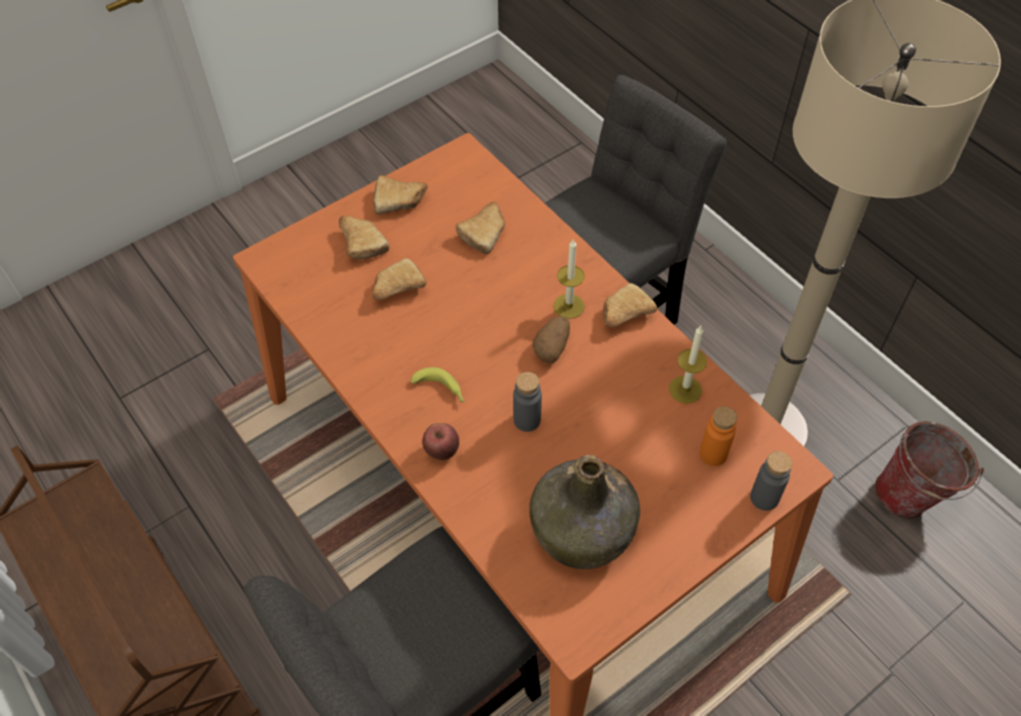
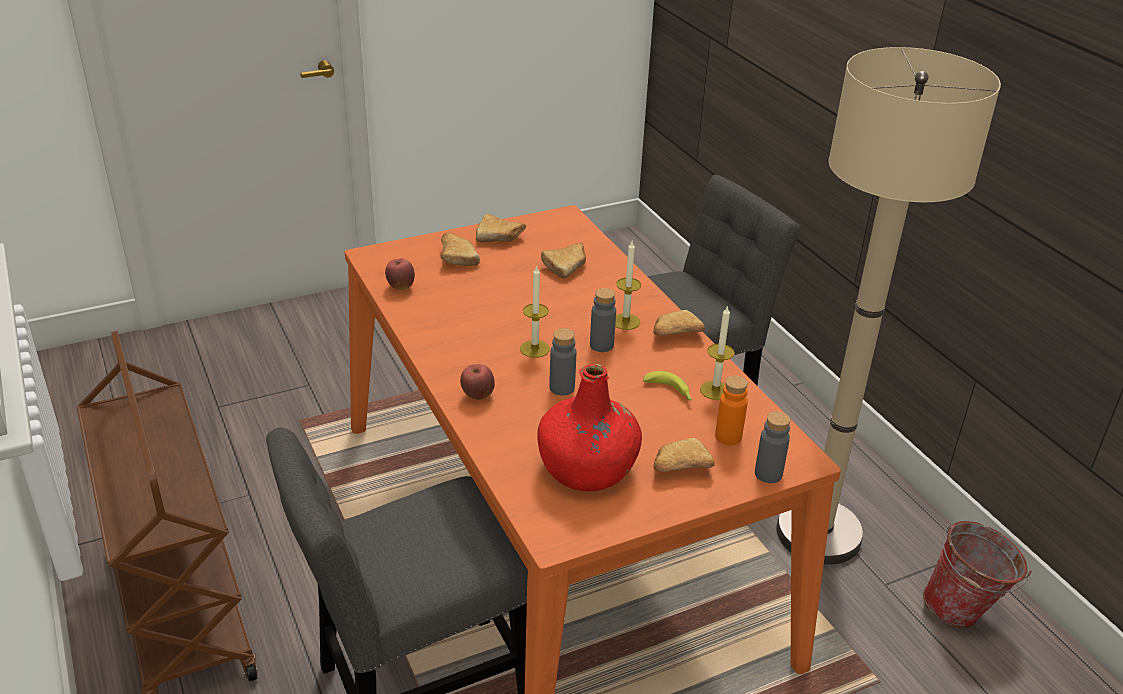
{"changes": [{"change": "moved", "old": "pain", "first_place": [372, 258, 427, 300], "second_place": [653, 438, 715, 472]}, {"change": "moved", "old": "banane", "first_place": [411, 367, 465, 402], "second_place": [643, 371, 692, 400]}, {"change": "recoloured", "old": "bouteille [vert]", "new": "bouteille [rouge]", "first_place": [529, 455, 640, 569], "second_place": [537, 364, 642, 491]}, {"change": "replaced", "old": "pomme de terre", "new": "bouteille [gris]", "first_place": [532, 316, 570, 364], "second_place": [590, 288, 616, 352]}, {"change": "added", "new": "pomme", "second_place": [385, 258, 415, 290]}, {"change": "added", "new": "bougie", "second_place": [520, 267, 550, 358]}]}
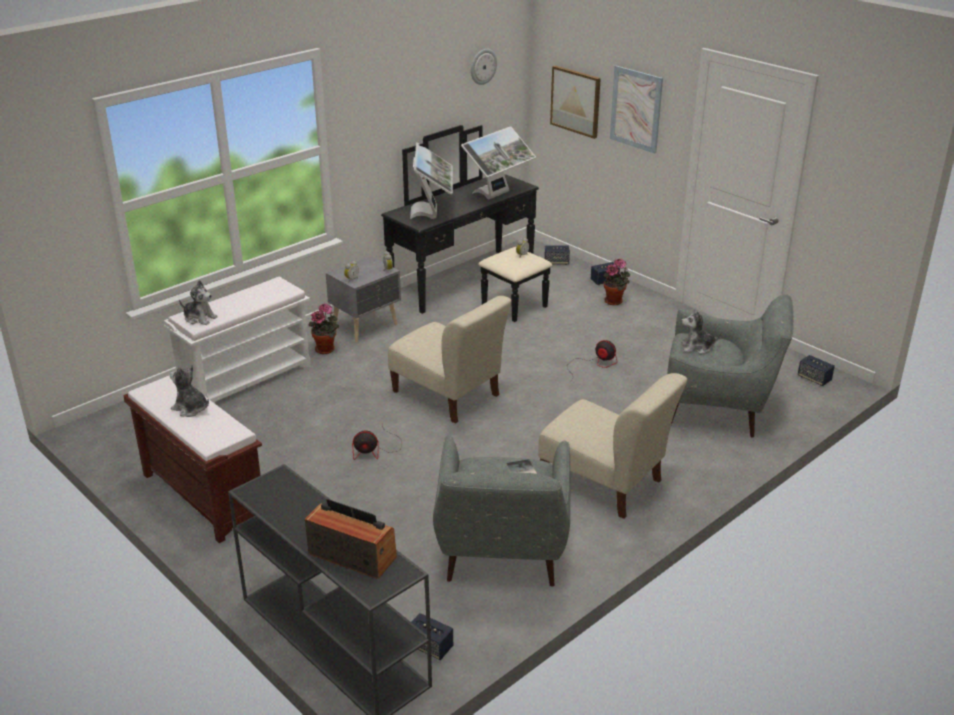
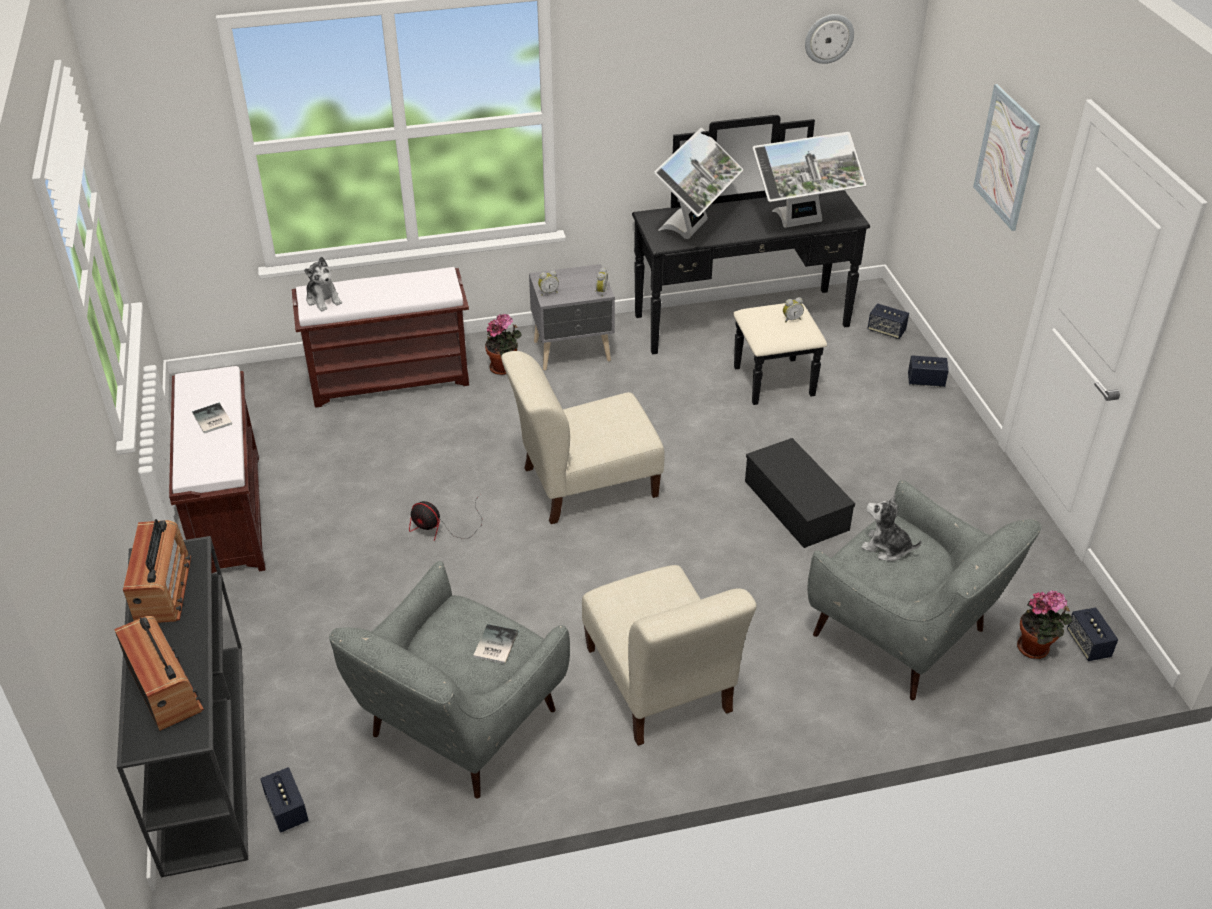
{"changes": [{"change": "recoloured", "old": "banc [blanc]", "new": "banc [marron]", "first_place": [164, 277, 311, 403], "second_place": [292, 267, 469, 408]}, {"change": "replaced", "old": "peluche", "new": "livre", "first_place": [170, 364, 209, 417], "second_place": [192, 403, 232, 434]}, {"change": "turned", "old": "chaise [beige]", "first_place": [388, 296, 512, 423], "second_place": [501, 351, 664, 524], "degrees": 90}, {"change": "removed", "old": "tableau", "first_place": [550, 65, 601, 139]}, {"change": "replaced", "old": "ventilateur", "new": "boîte de rangement [noir]", "first_place": [570, 340, 617, 382], "second_place": [745, 438, 855, 548]}, {"change": "moved", "old": "plante en pot", "first_place": [603, 259, 630, 305], "second_place": [1017, 590, 1072, 659]}, {"change": "added", "new": "radio", "second_place": [123, 519, 191, 623]}]}
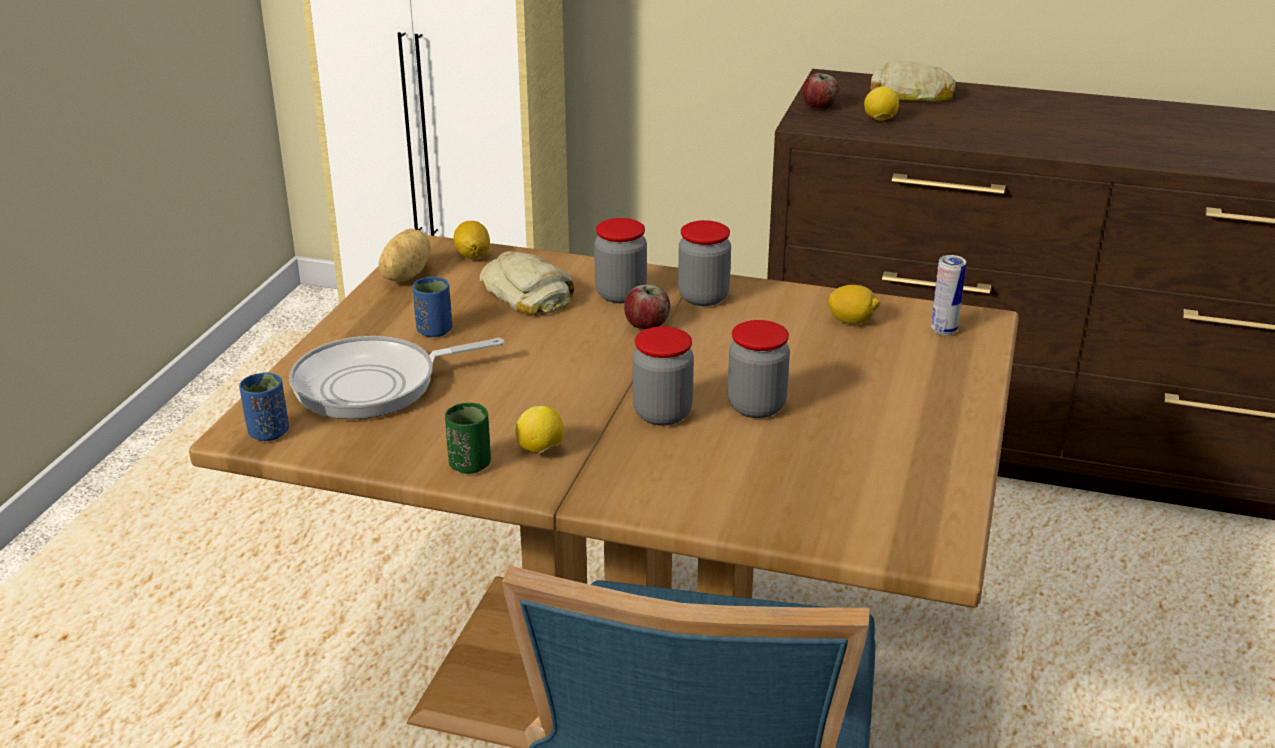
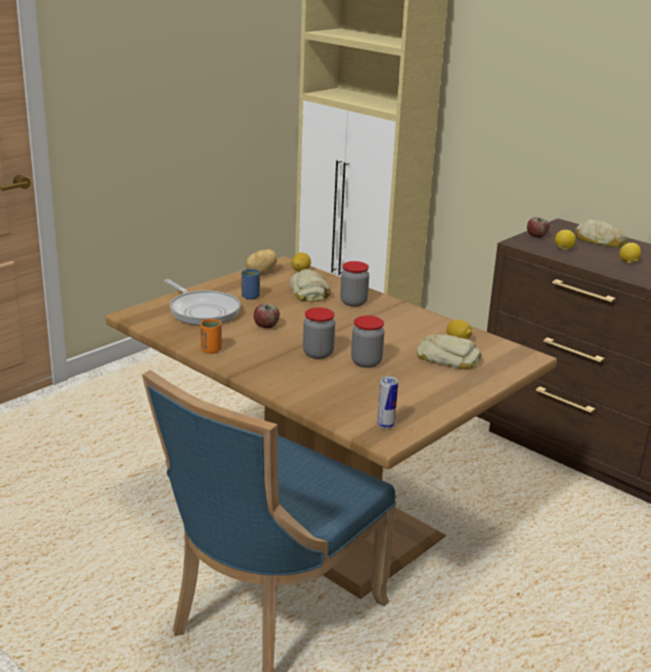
{"changes": [{"change": "removed", "old": "tasse [bleu]", "first_place": [239, 373, 289, 441]}, {"change": "turned", "old": "poêle", "first_place": [289, 336, 504, 419], "second_place": [164, 279, 241, 325], "degrees": -135}, {"change": "recoloured", "old": "tasse [vert]", "new": "tasse [orange]", "first_place": [445, 403, 491, 474], "second_place": [200, 319, 222, 354]}, {"change": "moved", "old": "citron", "first_place": [515, 406, 564, 454], "second_place": [619, 243, 641, 263]}, {"change": "moved", "old": "pomme", "first_place": [624, 285, 670, 329], "second_place": [254, 304, 280, 328]}, {"change": "removed", "old": "bocal", "first_place": [678, 220, 731, 306]}, {"change": "moved", "old": "boîte métallique", "first_place": [931, 255, 966, 335], "second_place": [377, 376, 398, 429]}, {"change": "added", "new": "pain", "second_place": [417, 335, 481, 370]}]}
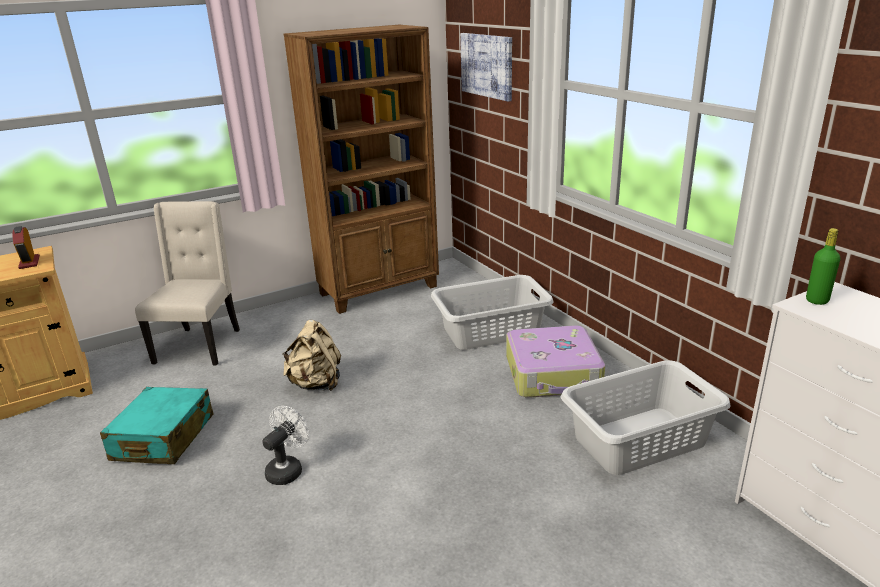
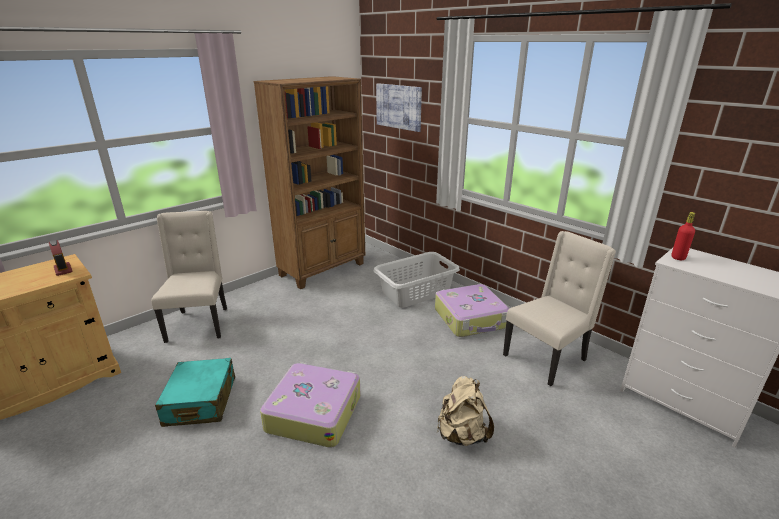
{"changes": [{"change": "replaced", "old": "ventilateur [blanc]", "new": "valise", "first_place": [262, 406, 309, 485], "second_place": [260, 362, 361, 448]}, {"change": "moved", "old": "sac à dos [beige]", "first_place": [282, 320, 341, 391], "second_place": [437, 376, 494, 446]}, {"change": "replaced", "old": "panier à linge [gris]", "new": "chaise [beige]", "first_place": [561, 360, 731, 475], "second_place": [503, 231, 616, 386]}, {"change": "recoloured", "old": "bouteille [vert]", "new": "bouteille [rouge]", "first_place": [806, 228, 840, 305], "second_place": [671, 212, 695, 260]}]}
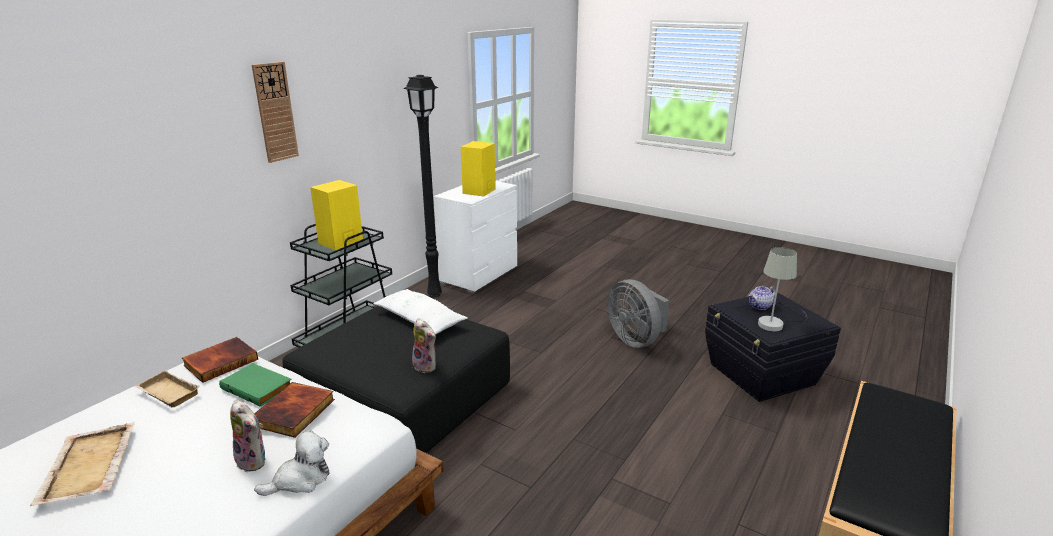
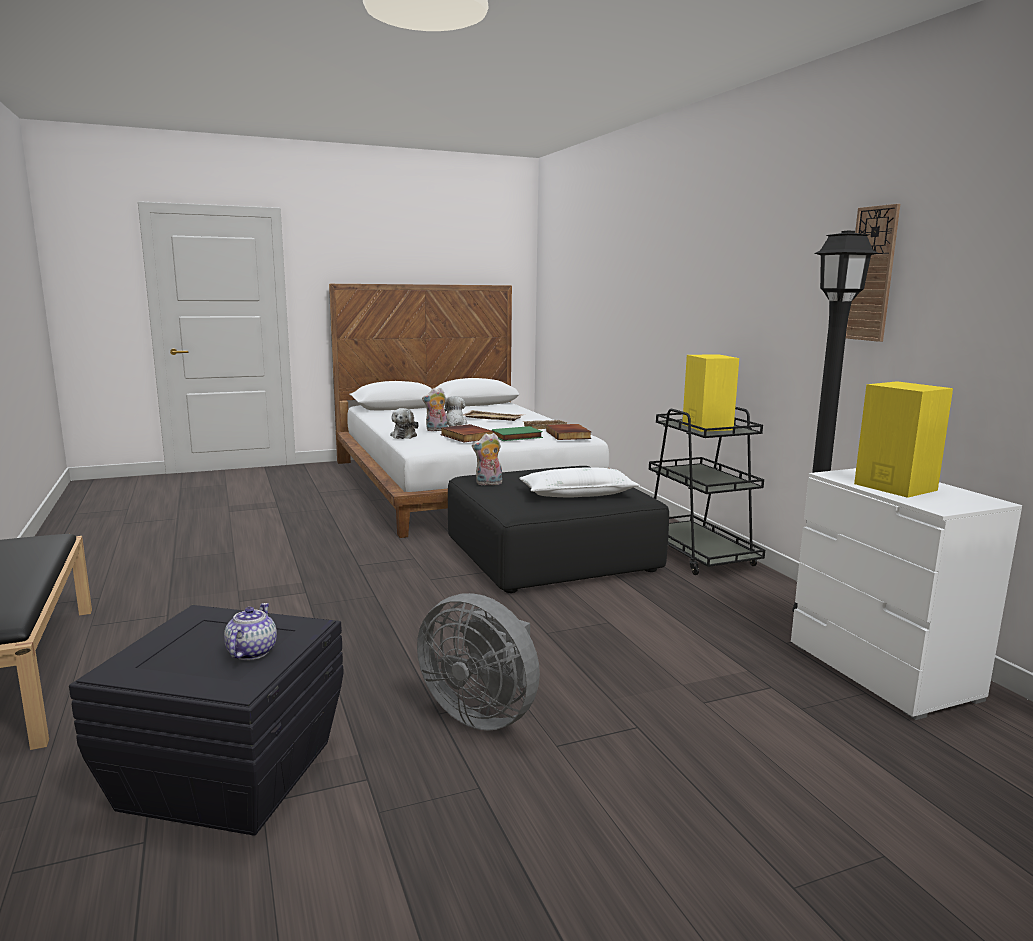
{"changes": [{"change": "moved", "old": "horloge murale", "first_place": [252, 62, 299, 163], "second_place": [846, 204, 900, 342]}, {"change": "turned", "old": "ventilateur [gris]", "first_place": [607, 279, 669, 348], "second_place": [417, 593, 540, 731], "degrees": -150}, {"change": "removed", "old": "lampe de table [gris]", "first_place": [758, 247, 808, 332]}, {"change": "added", "new": "peluche", "second_place": [444, 396, 467, 427]}]}
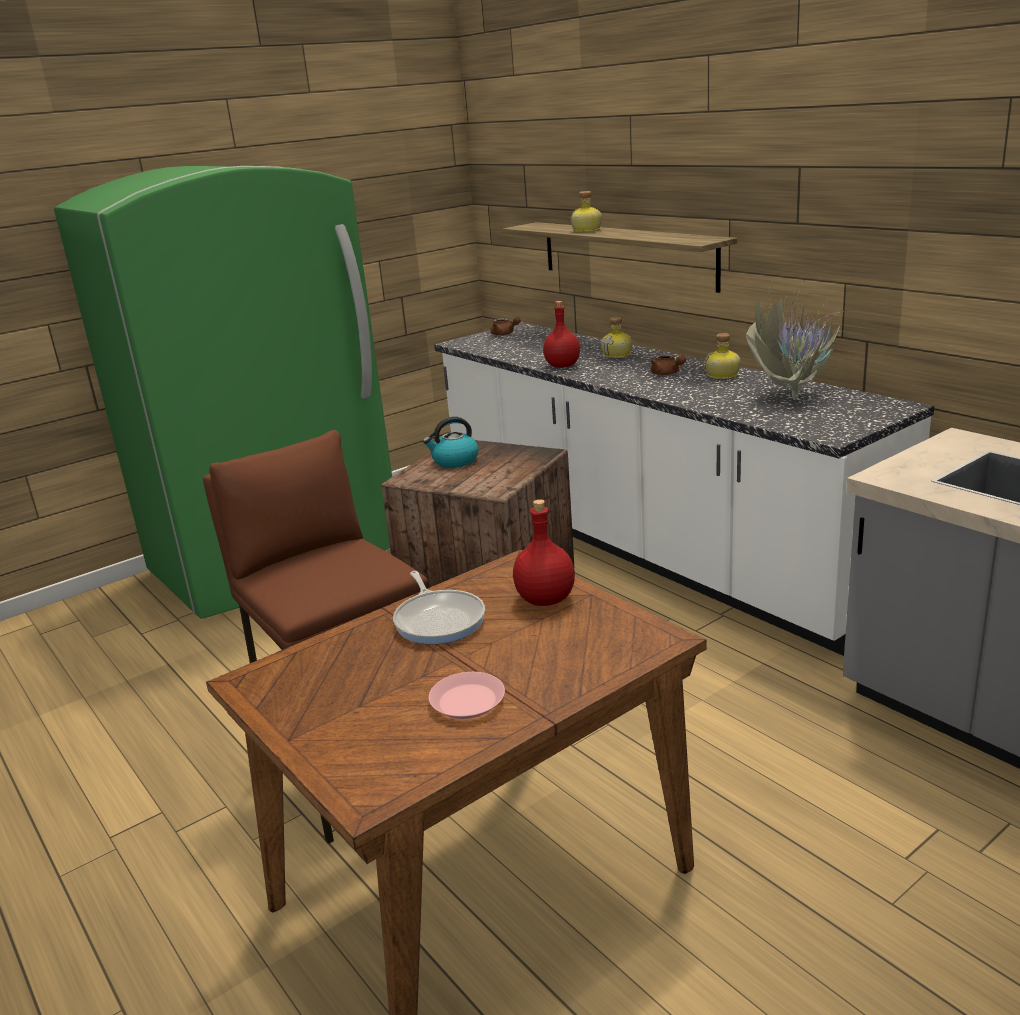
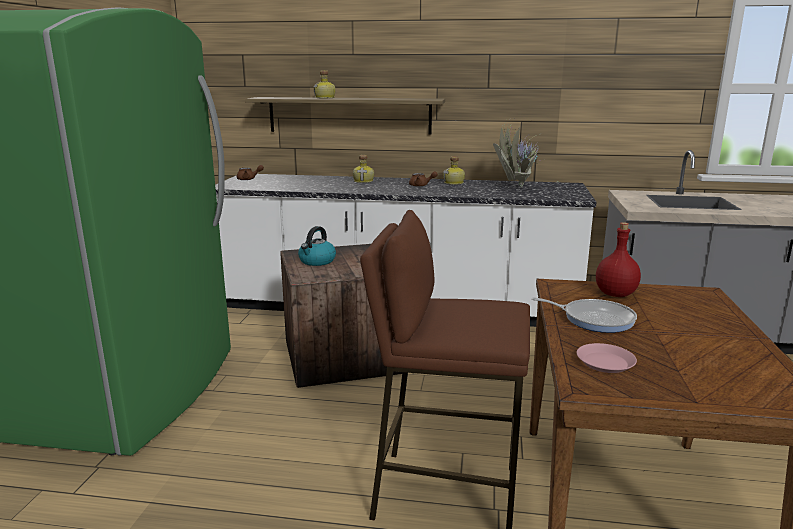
{"changes": [{"change": "moved", "old": "assiette [rose]", "first_place": [429, 672, 505, 719], "second_place": [577, 343, 637, 373]}, {"change": "removed", "old": "bouteille [rouge]", "first_place": [543, 301, 580, 368]}]}
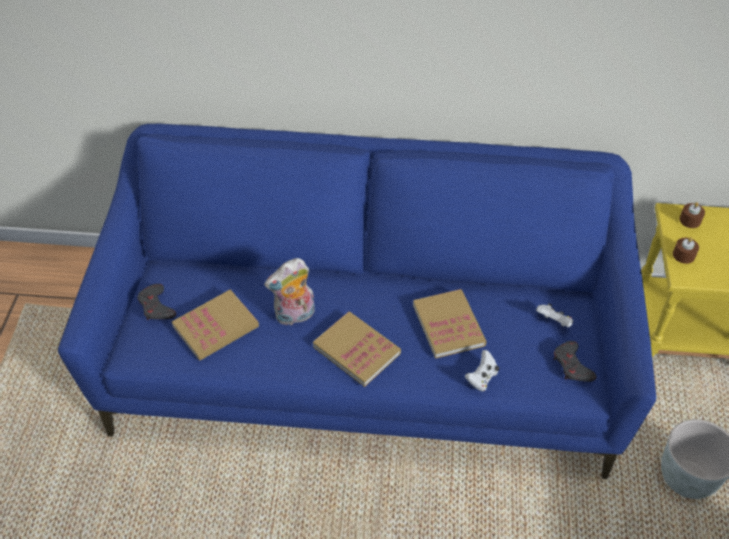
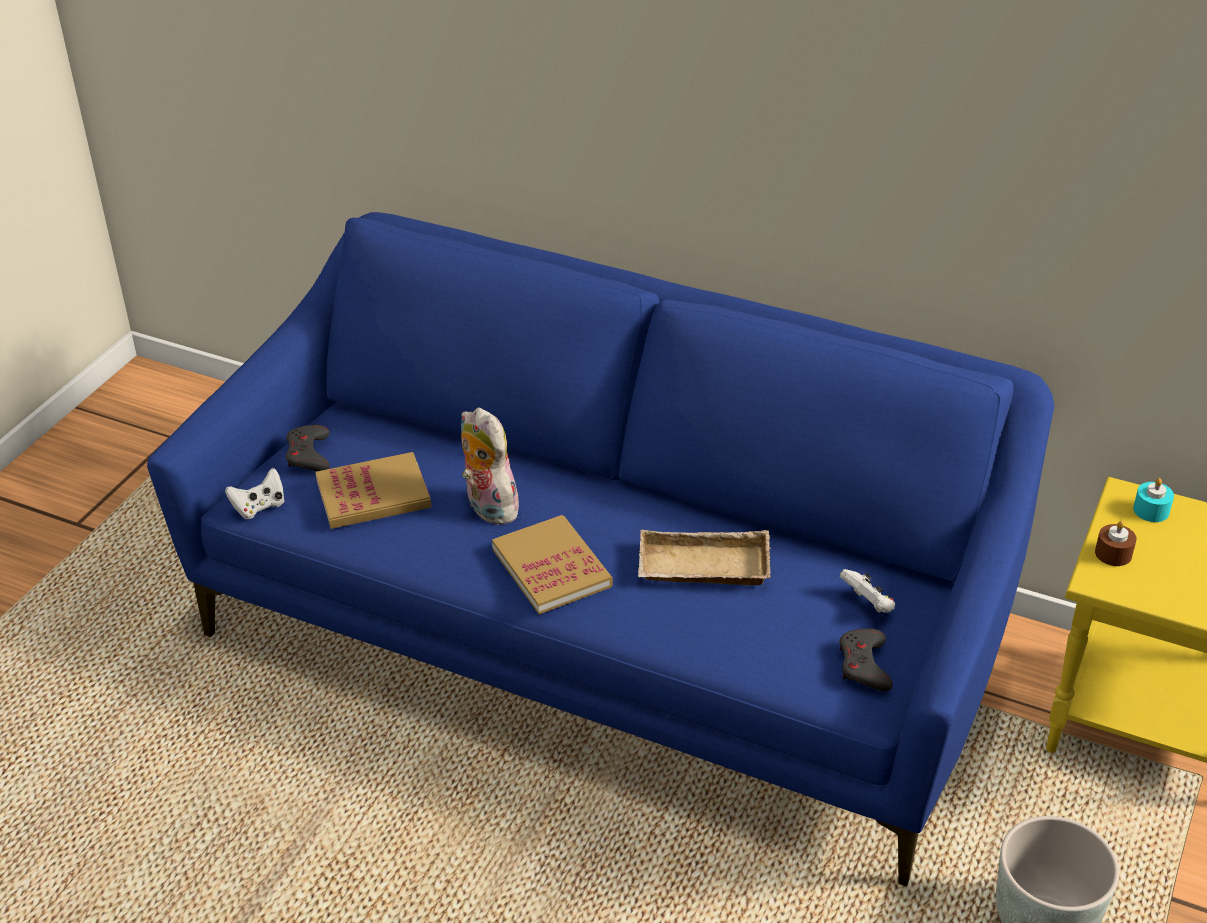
{"changes": [{"change": "turned", "old": "peluche", "first_place": [264, 258, 315, 326], "second_place": [461, 407, 521, 525], "degrees": 60}, {"change": "replaced", "old": "livre", "new": "plateau [beige]", "first_place": [413, 289, 487, 359], "second_place": [638, 530, 771, 585]}, {"change": "moved", "old": "manette [blanc]", "first_place": [465, 350, 499, 392], "second_place": [225, 468, 285, 519]}, {"change": "recoloured", "old": "bougie [marron]", "new": "bougie [turquoise]", "first_place": [679, 202, 705, 228], "second_place": [1133, 478, 1174, 522]}]}
